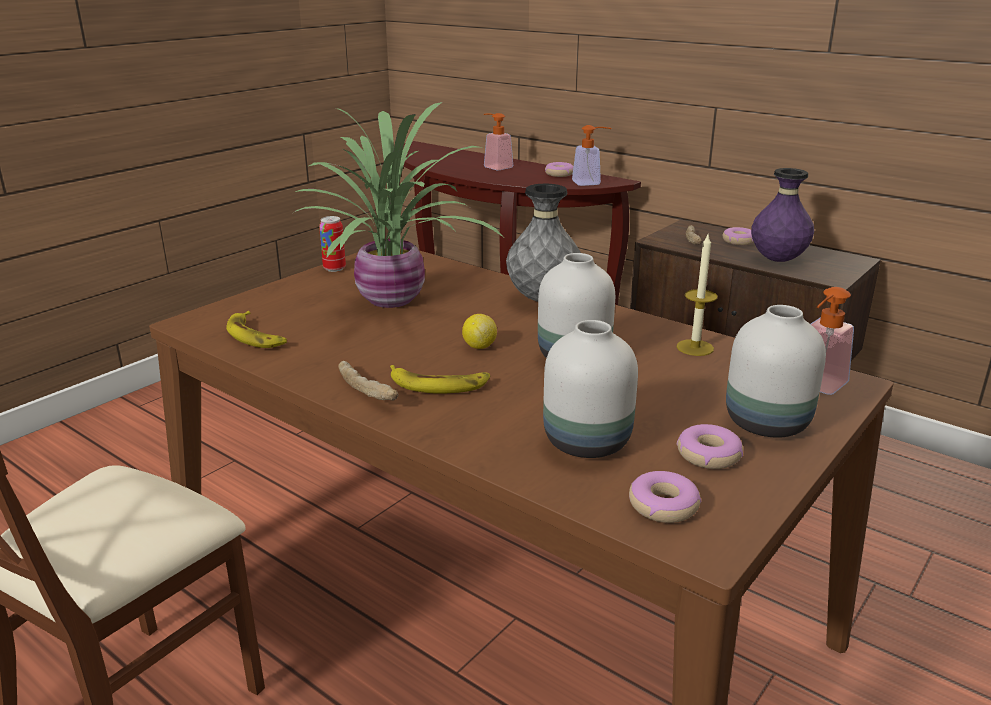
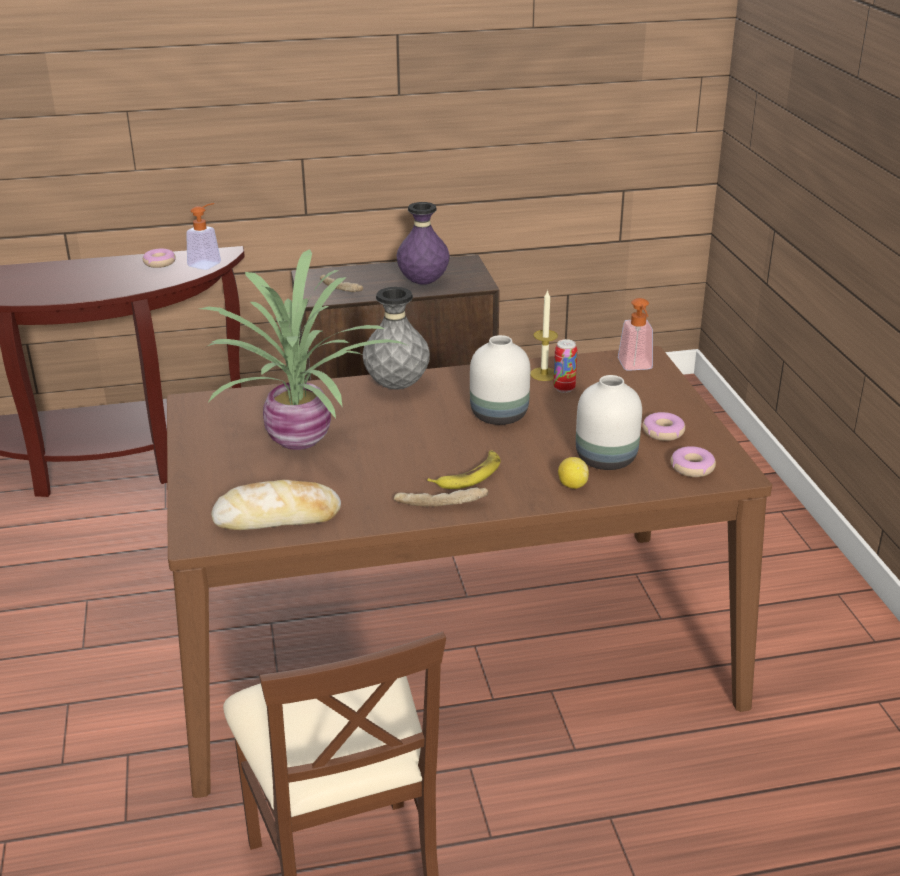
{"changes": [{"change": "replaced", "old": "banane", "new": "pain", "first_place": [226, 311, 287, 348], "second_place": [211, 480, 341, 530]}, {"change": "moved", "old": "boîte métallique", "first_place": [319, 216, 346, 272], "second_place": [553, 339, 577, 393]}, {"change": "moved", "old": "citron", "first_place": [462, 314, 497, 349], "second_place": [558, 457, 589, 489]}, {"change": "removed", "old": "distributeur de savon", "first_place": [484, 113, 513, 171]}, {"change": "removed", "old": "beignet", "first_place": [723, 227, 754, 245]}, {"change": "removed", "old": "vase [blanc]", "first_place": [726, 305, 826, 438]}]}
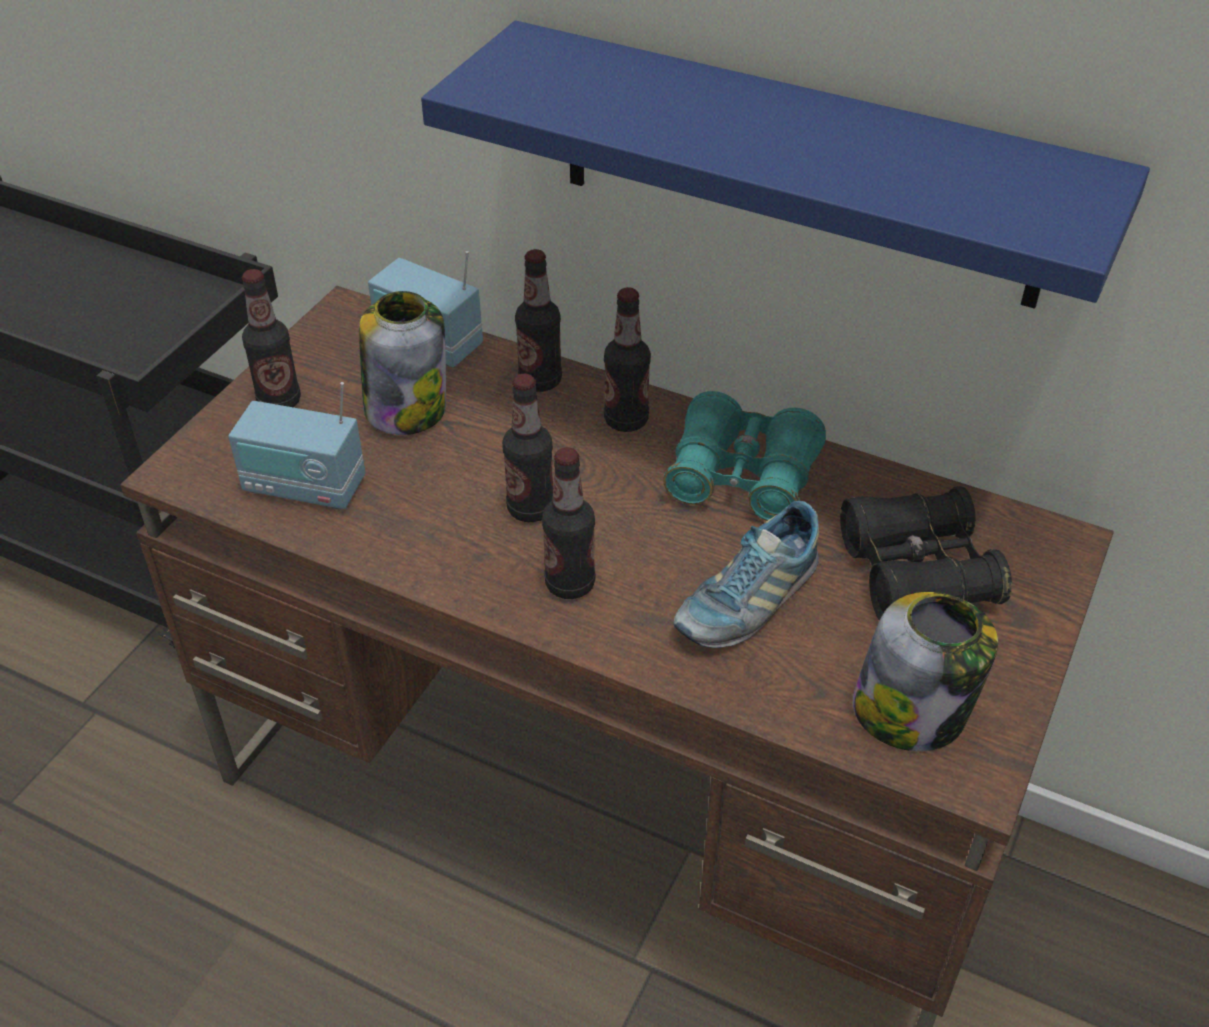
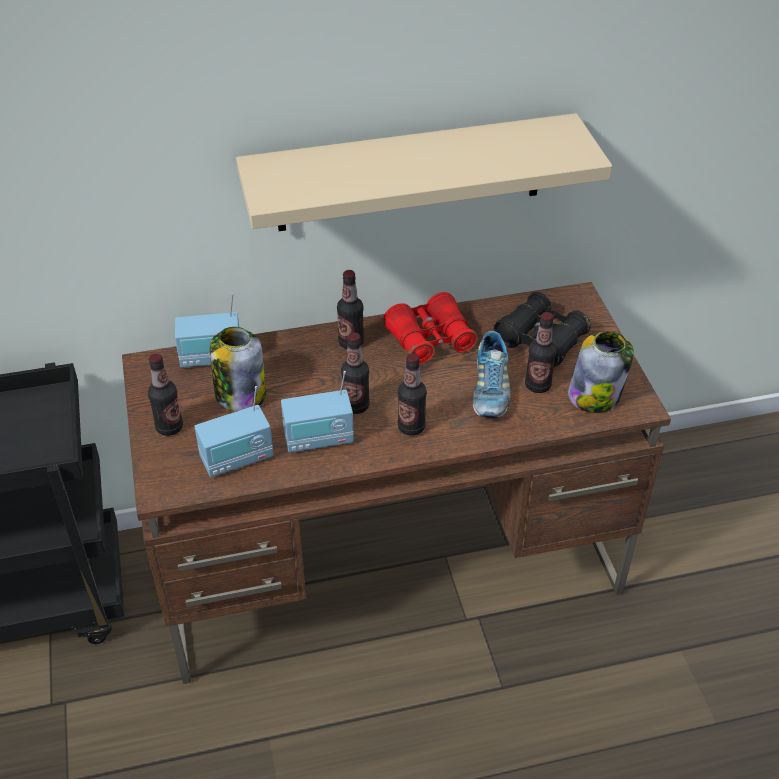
{"changes": [{"change": "recoloured", "old": "étagère [bleu]", "new": "étagère [beige]", "first_place": [421, 21, 1150, 309], "second_place": [236, 113, 613, 231]}, {"change": "moved", "old": "bouteille", "first_place": [515, 249, 562, 392], "second_place": [525, 312, 557, 393]}, {"change": "recoloured", "old": "jumelles [turquoise]", "new": "jumelles [rouge]", "first_place": [663, 391, 826, 521], "second_place": [383, 292, 478, 365]}, {"change": "added", "new": "radio", "second_place": [281, 371, 354, 453]}]}
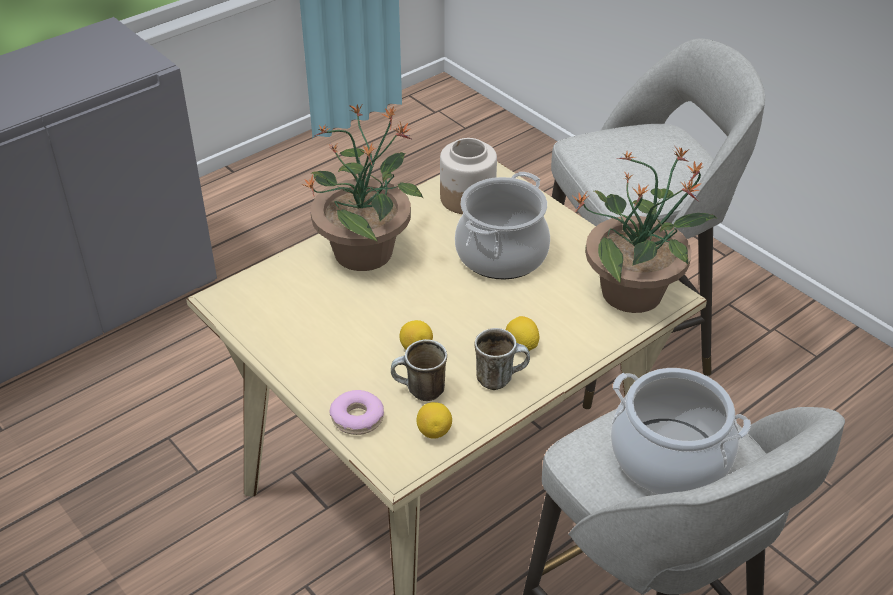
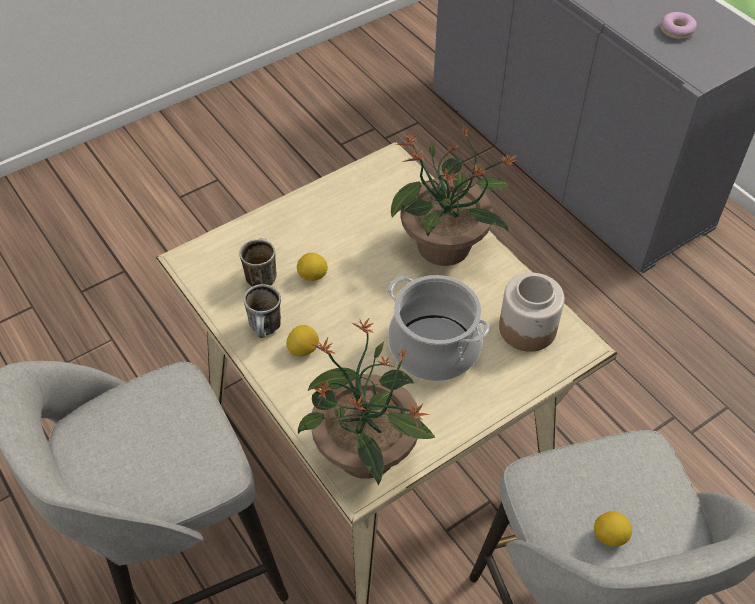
{"changes": [{"change": "moved", "old": "beignet", "first_place": [330, 390, 384, 435], "second_place": [660, 12, 697, 40]}, {"change": "moved", "old": "citron", "first_place": [417, 402, 452, 439], "second_place": [594, 511, 632, 546]}, {"change": "removed", "old": "marmite", "first_place": [611, 368, 751, 494]}]}
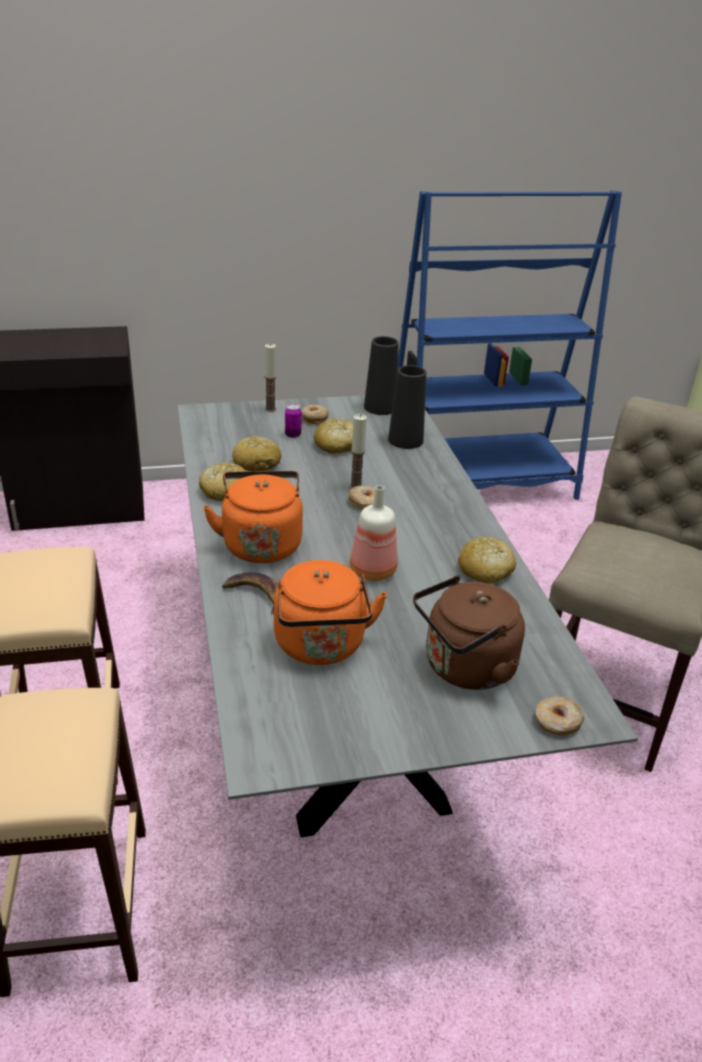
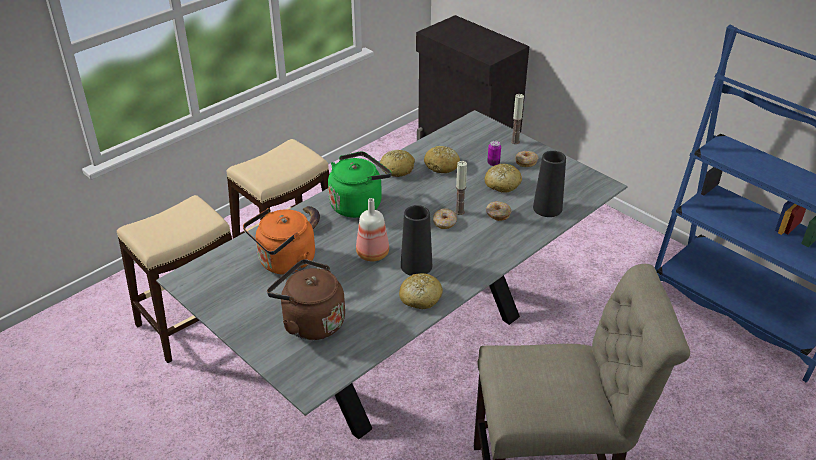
{"changes": [{"change": "recoloured", "old": "bouilloire [orange]", "new": "bouilloire [vert]", "first_place": [203, 471, 303, 563], "second_place": [328, 152, 392, 218]}, {"change": "moved", "old": "vase [noir]", "first_place": [364, 336, 399, 415], "second_place": [401, 205, 432, 276]}, {"change": "moved", "old": "beignet", "first_place": [535, 696, 584, 735], "second_place": [486, 201, 511, 221]}]}
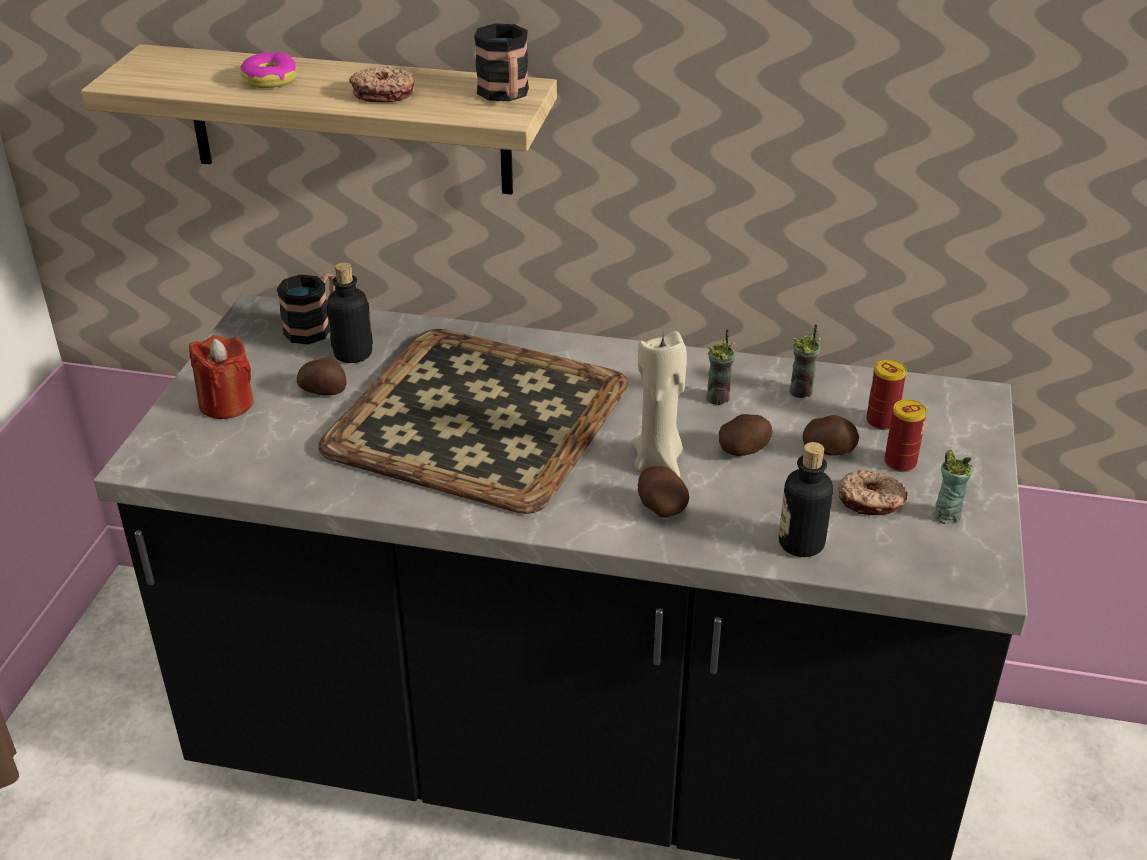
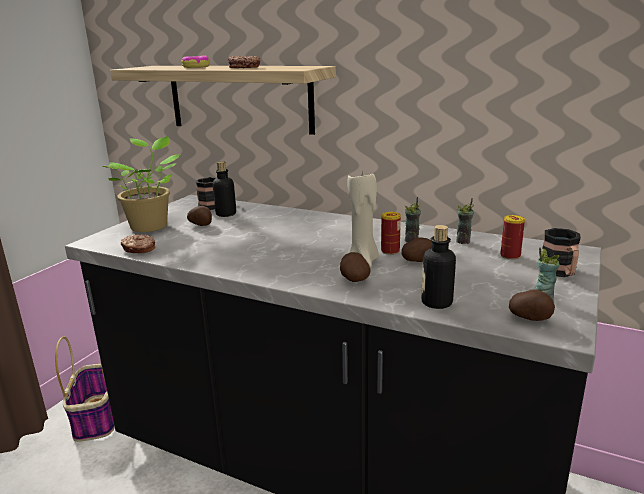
{"changes": [{"change": "replaced", "old": "bougie [rouge]", "new": "plante en pot", "first_place": [189, 335, 254, 419], "second_place": [102, 136, 180, 232]}, {"change": "removed", "old": "plateau", "first_place": [318, 329, 629, 514]}, {"change": "moved", "old": "mug", "first_place": [474, 24, 529, 101], "second_place": [542, 228, 581, 277]}, {"change": "moved", "old": "pomme de terre", "first_place": [803, 415, 859, 456], "second_place": [509, 289, 555, 321]}, {"change": "moved", "old": "beignet", "first_place": [838, 470, 908, 515], "second_place": [121, 234, 155, 253]}, {"change": "moved", "old": "boîte métallique", "first_place": [884, 399, 927, 472], "second_place": [381, 212, 401, 255]}, {"change": "added", "new": "panier", "second_place": [55, 337, 115, 442]}]}
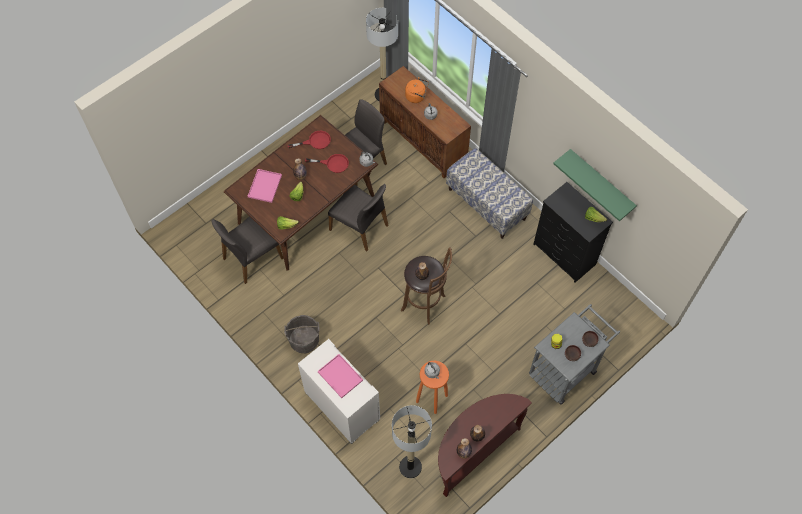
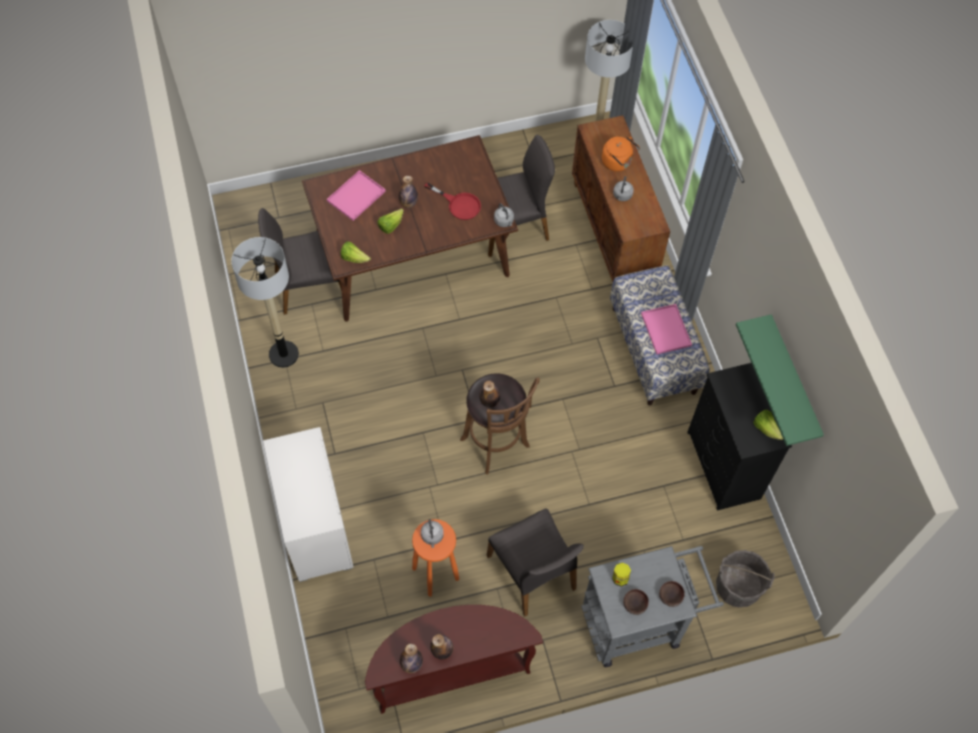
{"changes": [{"change": "moved", "old": "seau [gris]", "first_place": [284, 315, 319, 353], "second_place": [716, 550, 775, 607]}, {"change": "removed", "old": "poêle [rouge]", "first_place": [288, 131, 331, 149]}, {"change": "moved", "old": "plateau [rose]", "first_place": [318, 354, 363, 398], "second_place": [641, 304, 692, 355]}, {"change": "moved", "old": "chaise [gris]", "first_place": [328, 184, 388, 251], "second_place": [486, 509, 584, 617]}, {"change": "moved", "old": "lampadaire", "first_place": [392, 405, 432, 478], "second_place": [231, 237, 299, 368]}]}
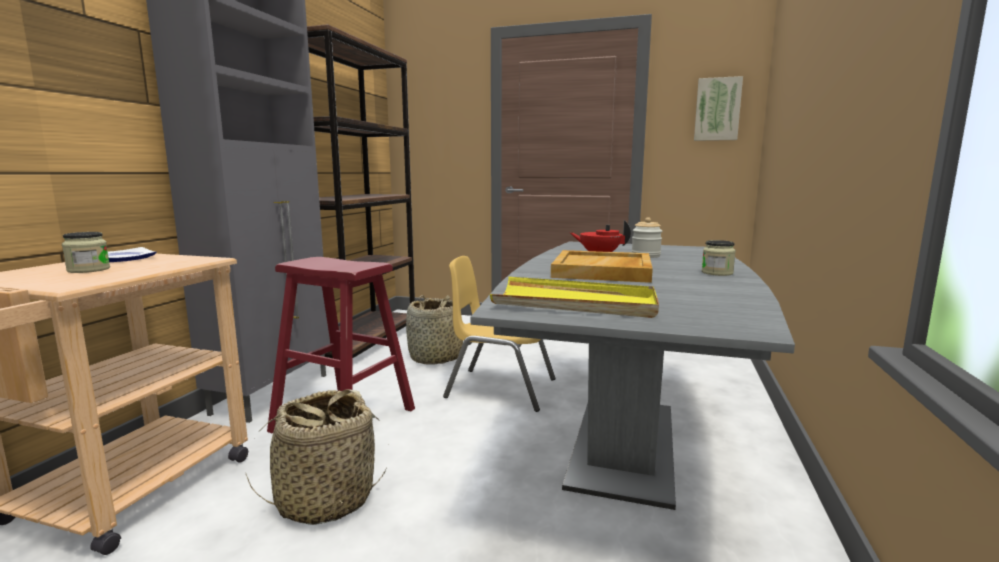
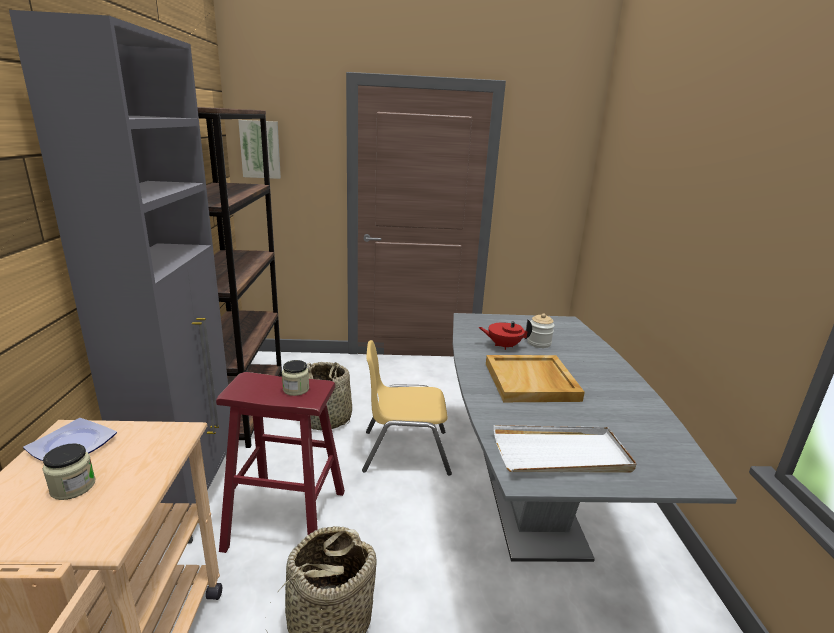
{"changes": [{"change": "recoloured", "old": "plateau [jaune]", "new": "plateau [blanc]", "first_place": [490, 277, 659, 318], "second_place": [493, 425, 637, 473]}, {"change": "moved", "old": "tableau", "first_place": [694, 76, 743, 141], "second_place": [238, 120, 281, 179]}, {"change": "moved", "old": "bocal", "first_place": [702, 240, 736, 276], "second_place": [282, 360, 309, 396]}]}
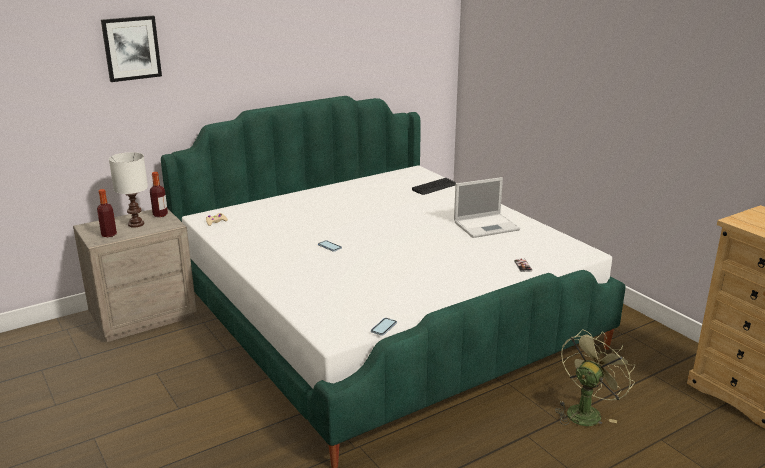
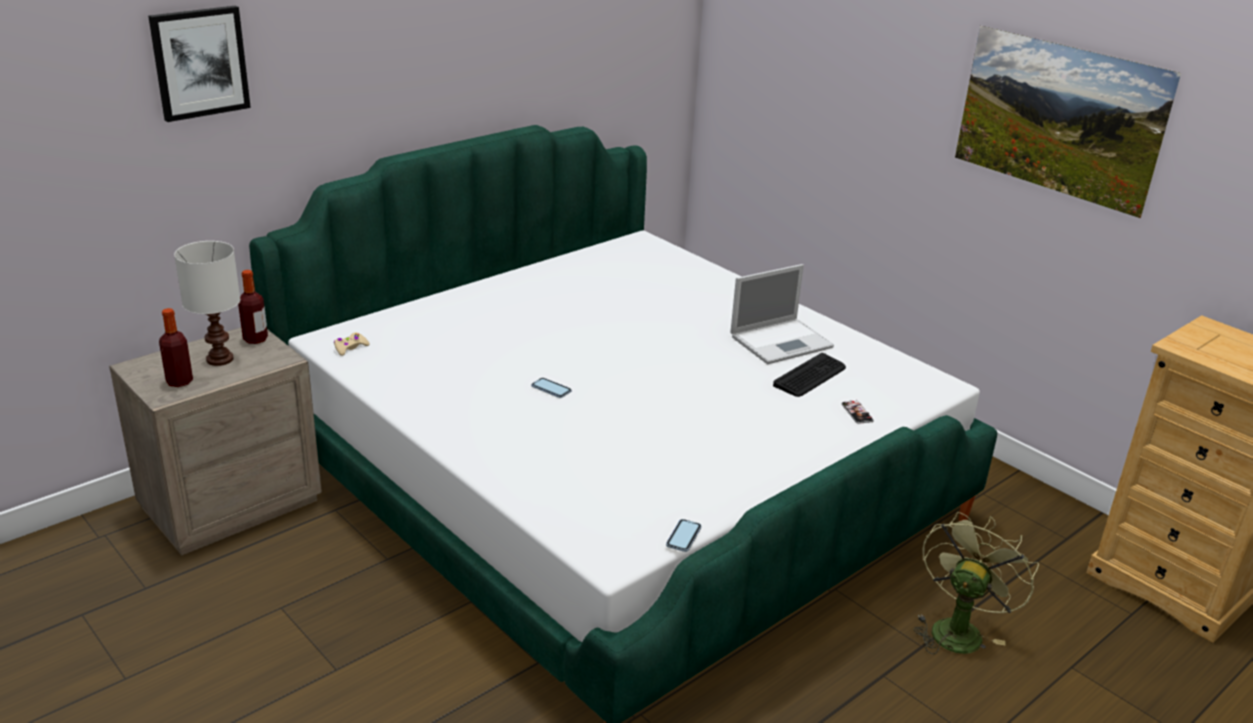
{"changes": [{"change": "moved", "old": "clavier", "first_place": [412, 178, 456, 195], "second_place": [773, 353, 846, 397]}, {"change": "added", "new": "tableau", "second_place": [955, 26, 1181, 218]}]}
